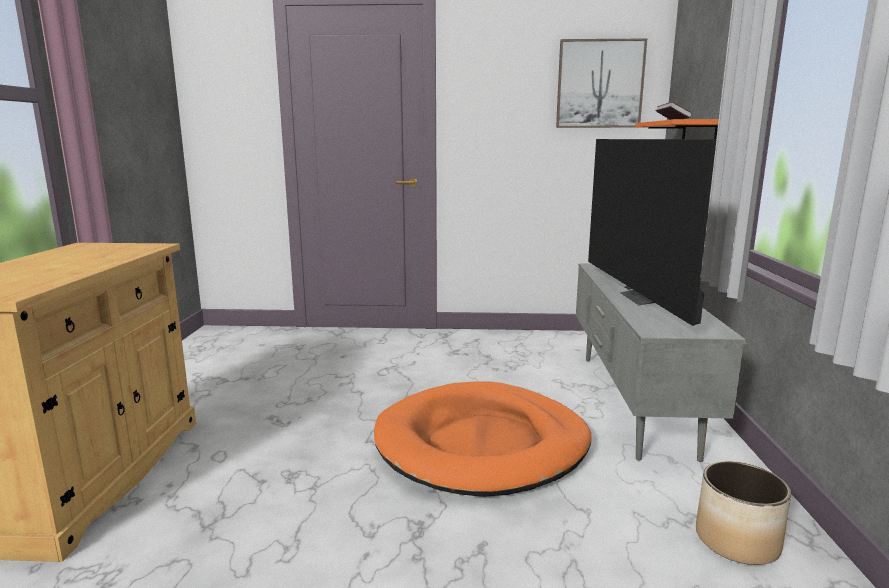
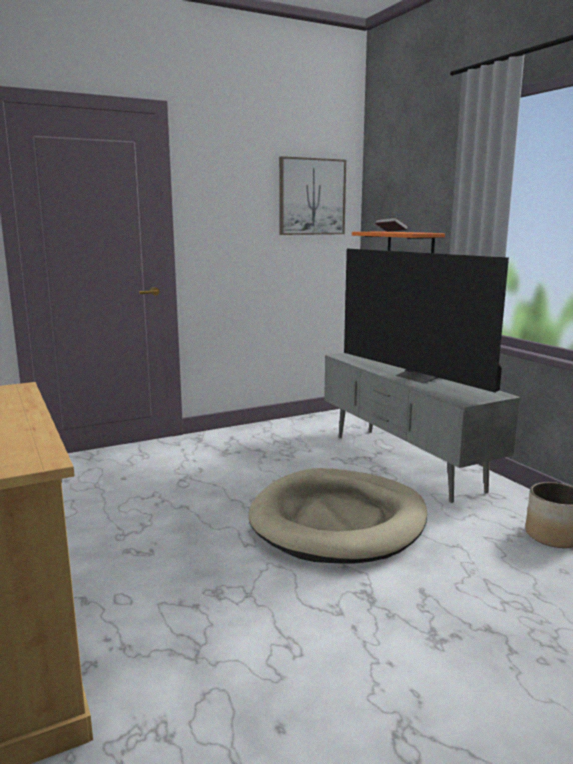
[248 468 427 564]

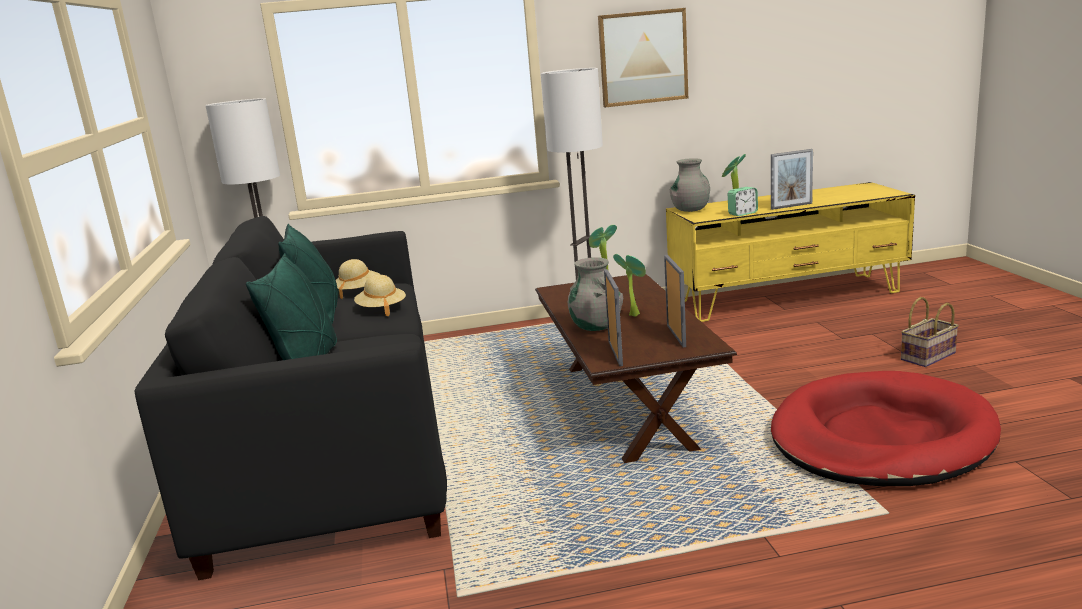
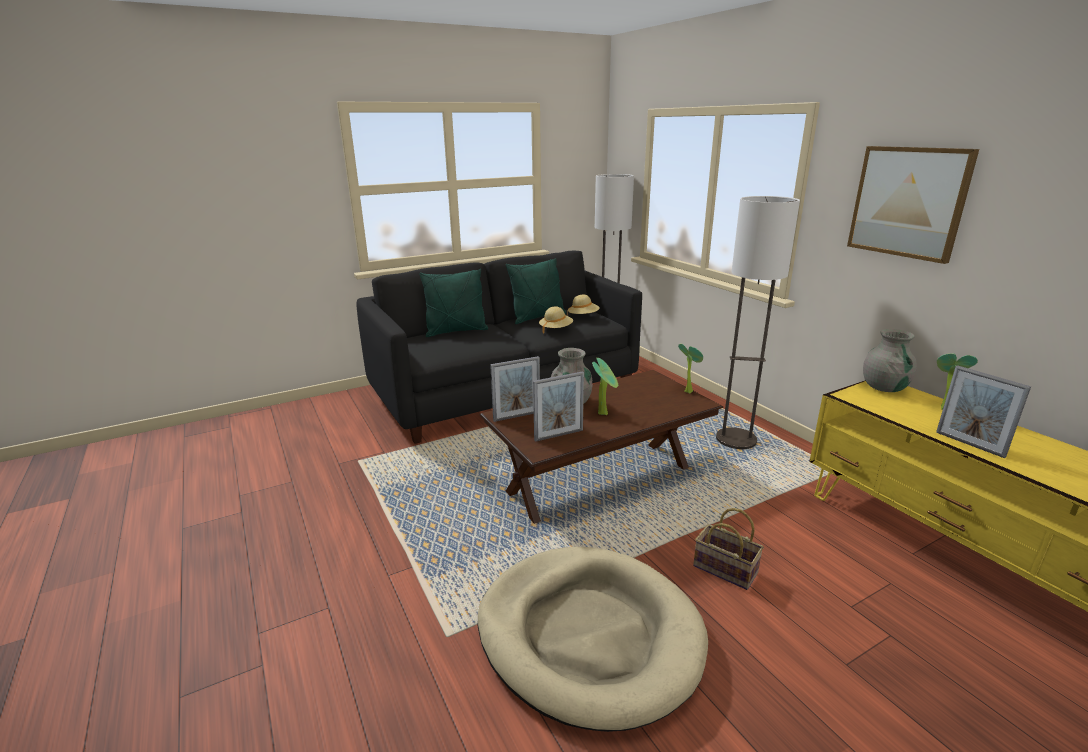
[478 547 708 732]
[693 508 764 590]
[728 187 758 216] (first image)

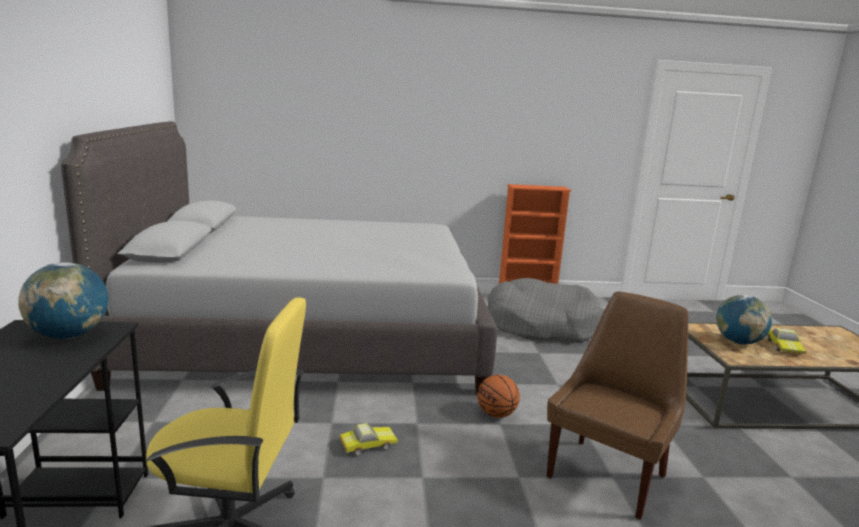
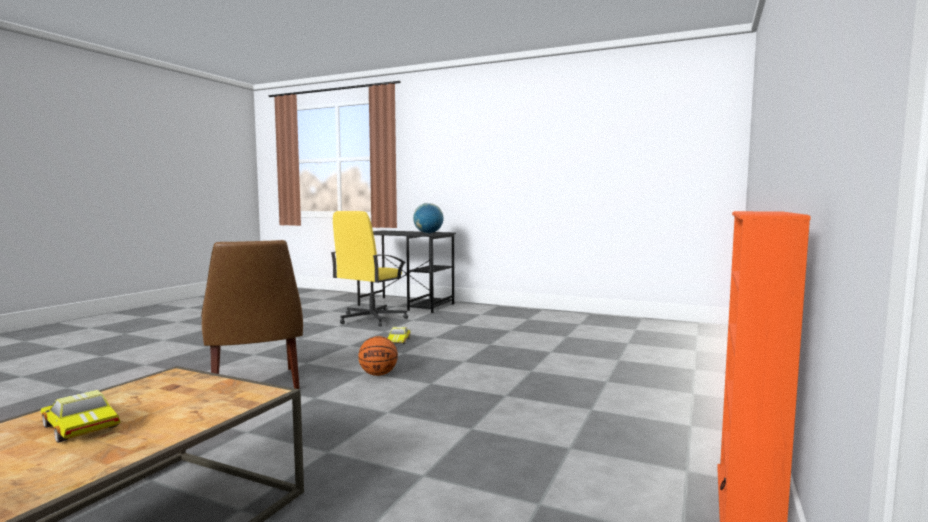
[61 121 497 394] (first image)
[487 278 603 343] (first image)
[716 295 772 344] (first image)

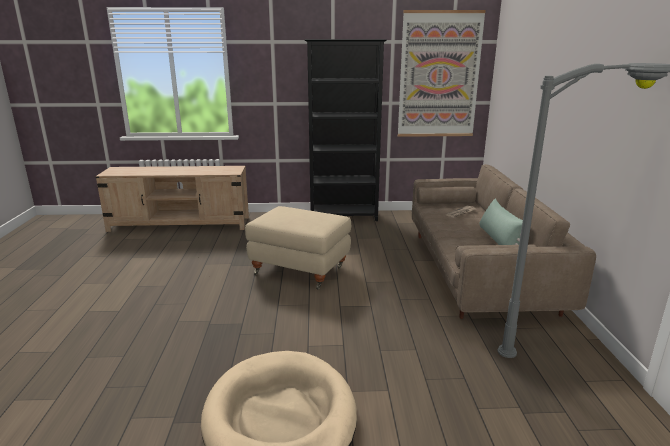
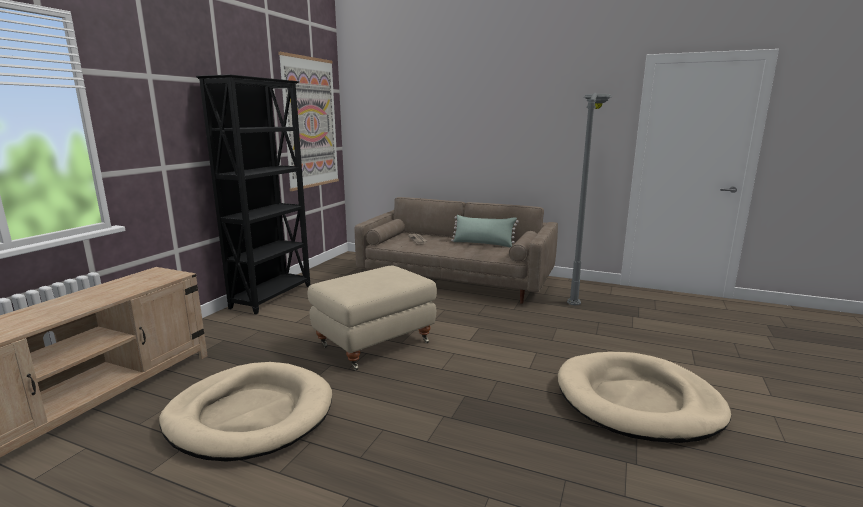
[159 362 332 462]

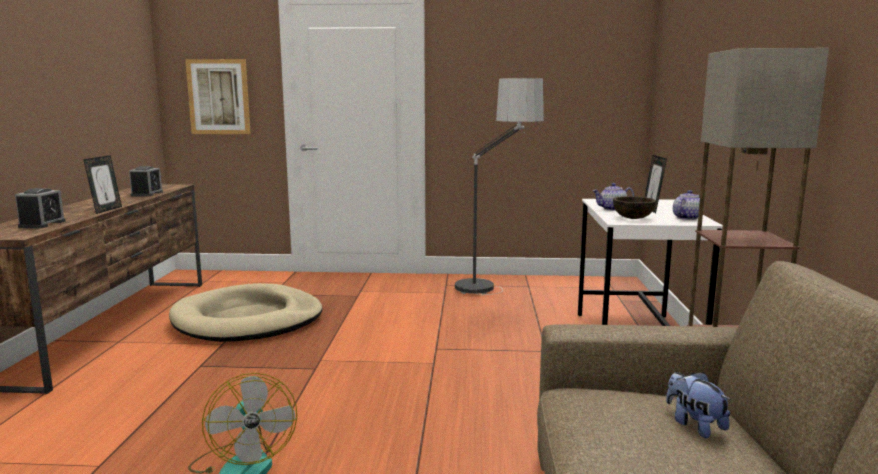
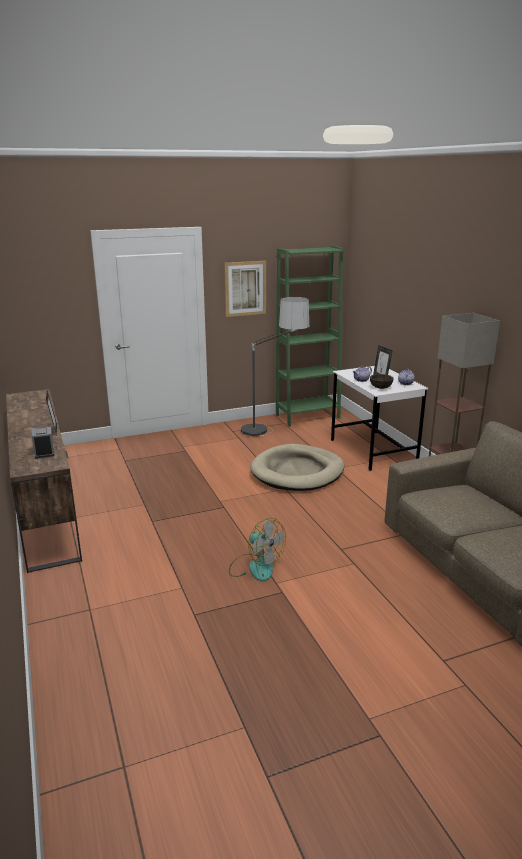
[224 261 266 317]
[250 444 344 491]
[276 245 344 427]
[129 166 163 197] (first image)
[666 372 731 438] (first image)

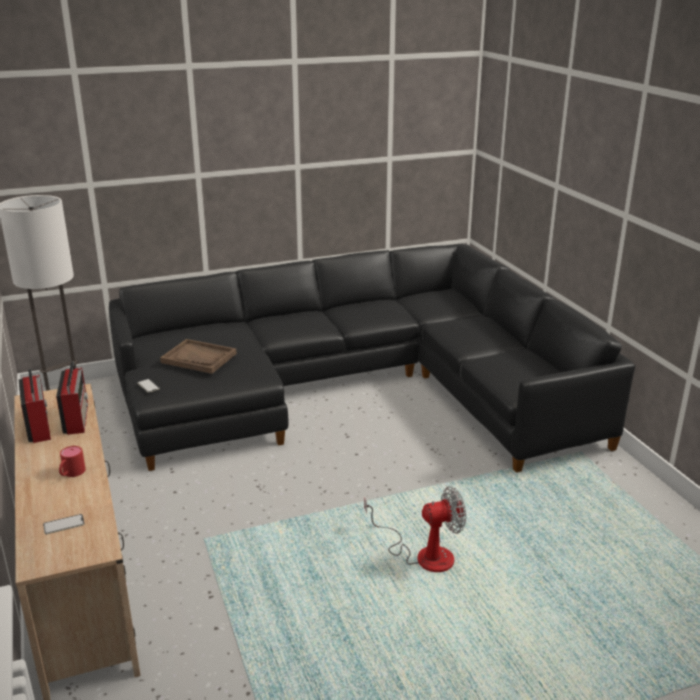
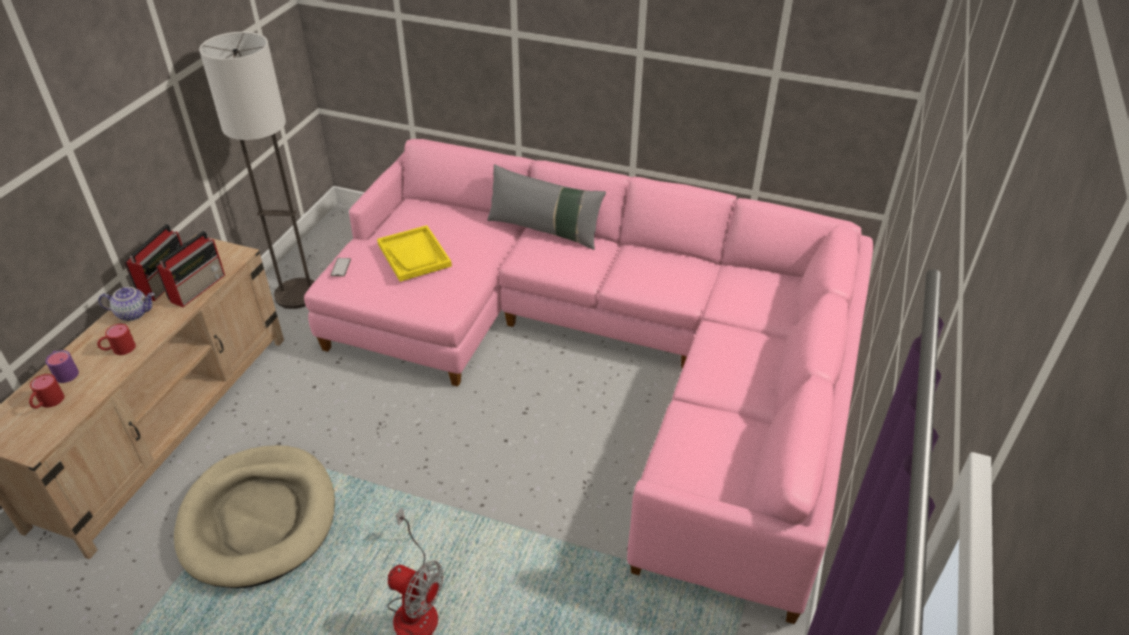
[29 374 64 409]
[46 350 79 383]
[99 287 155 321]
[174 445 335 588]
[304 139 873 624]
[377 225 452 282]
[487 164 606 250]

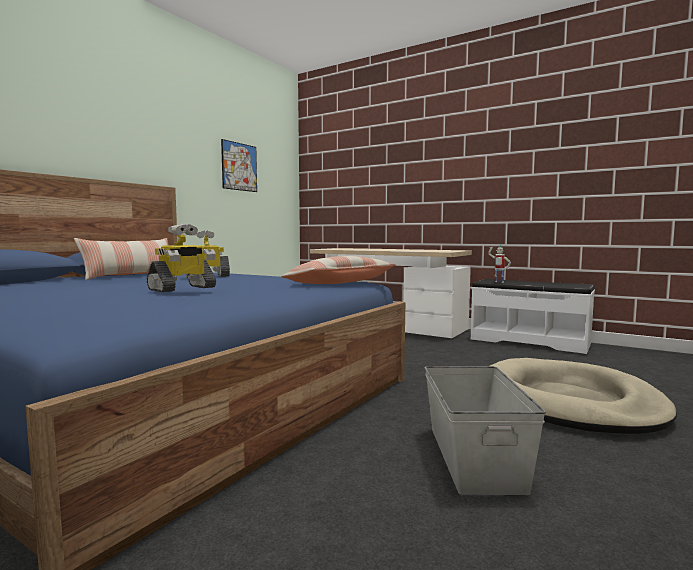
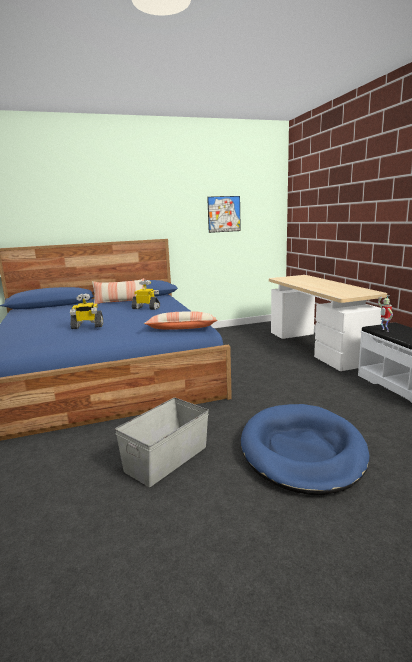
[241 404 370 495]

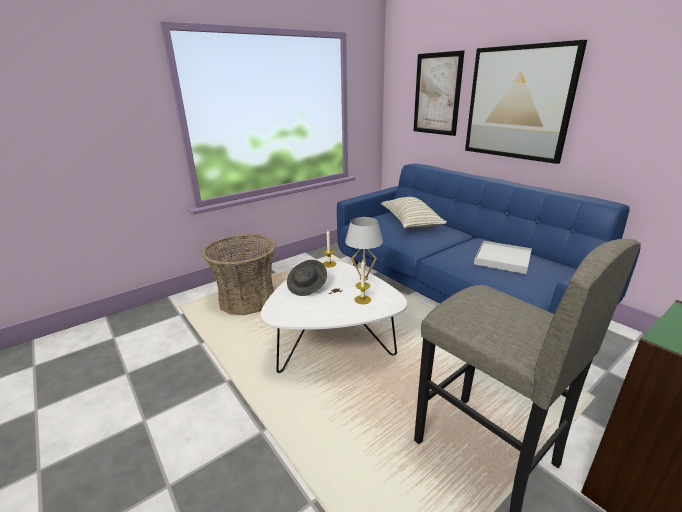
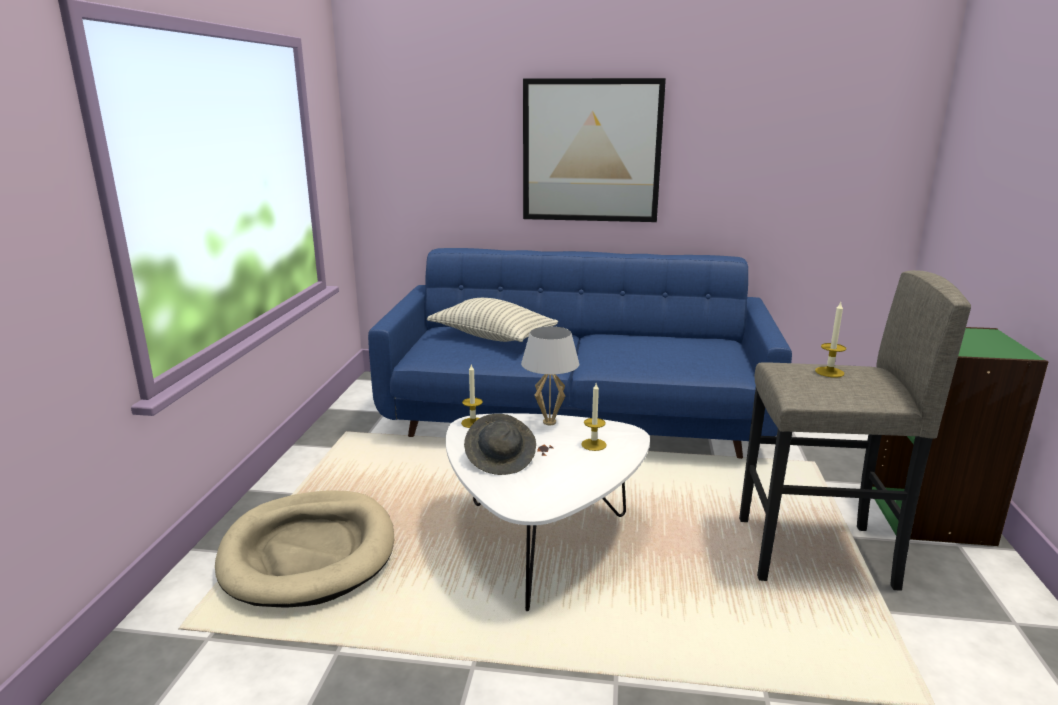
[215 490 394 608]
[815 302 846 377]
[414 50 465 136] (first image)
[474 241 532 274] (first image)

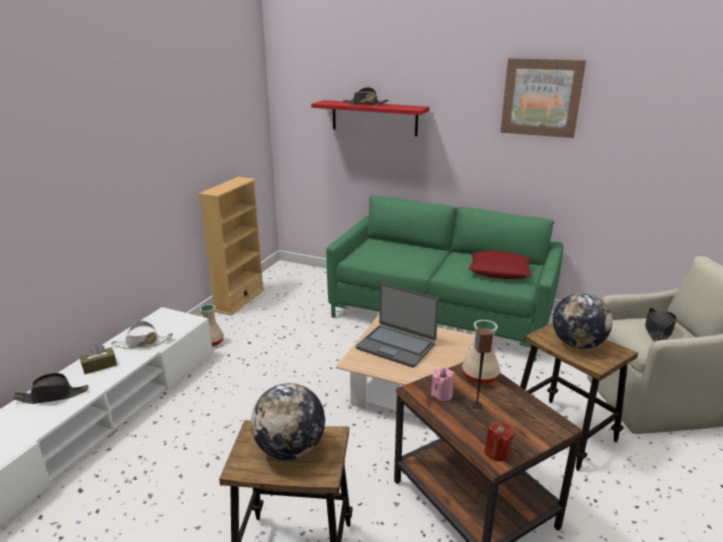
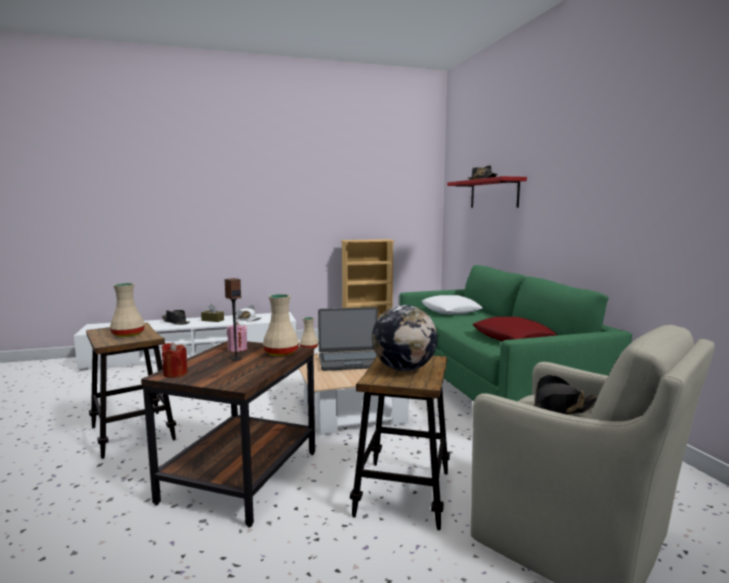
[110 283 145 337]
[318 307 378 371]
[422 295 483 314]
[500 58 586 138] (first image)

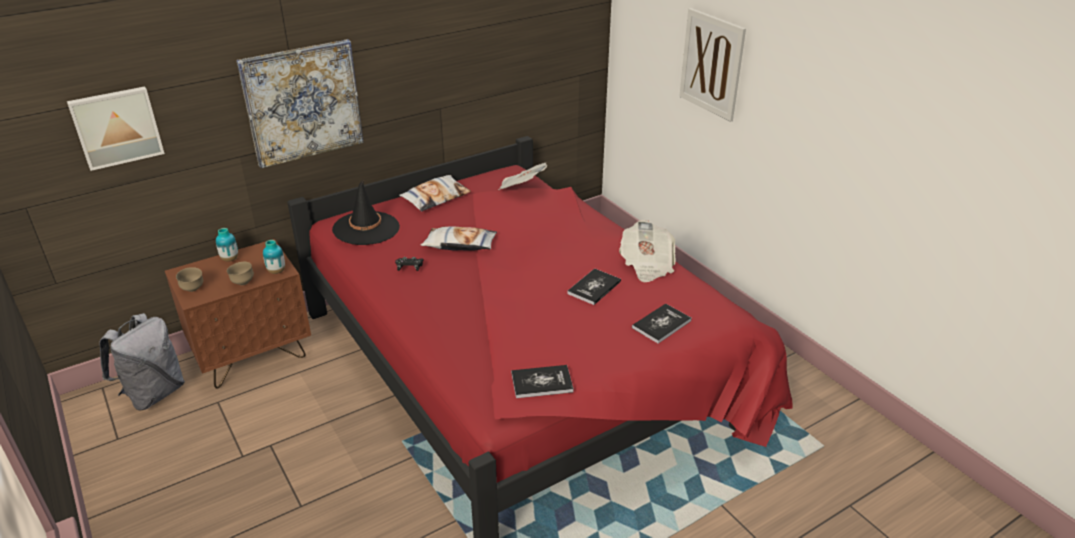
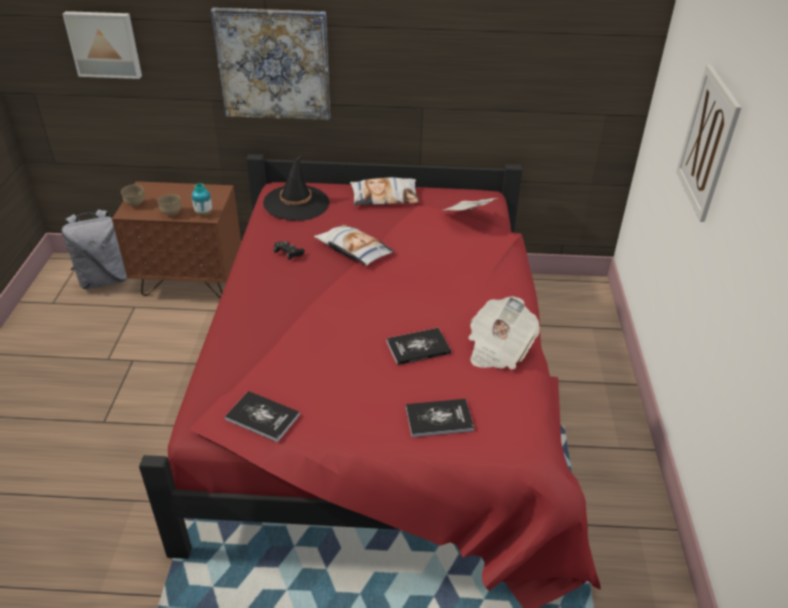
[216 228 238 262] (first image)

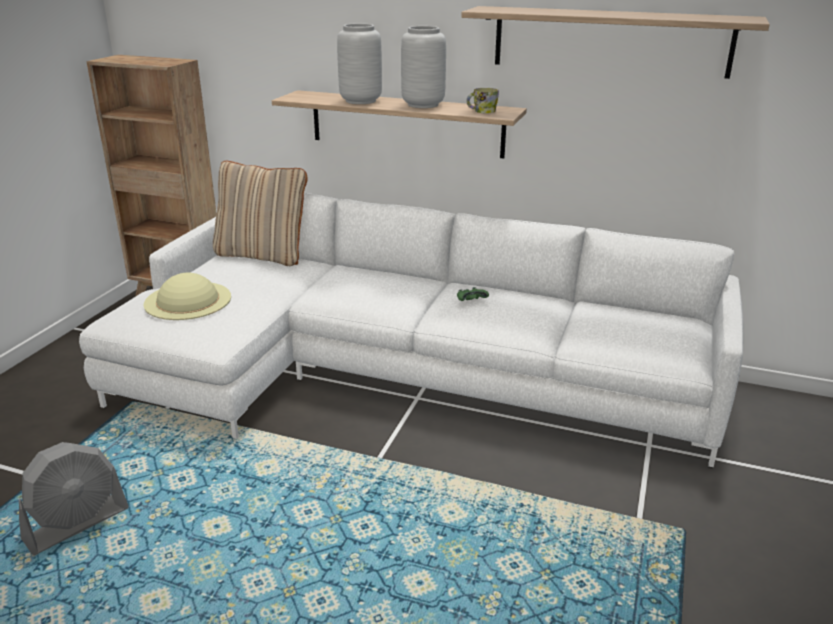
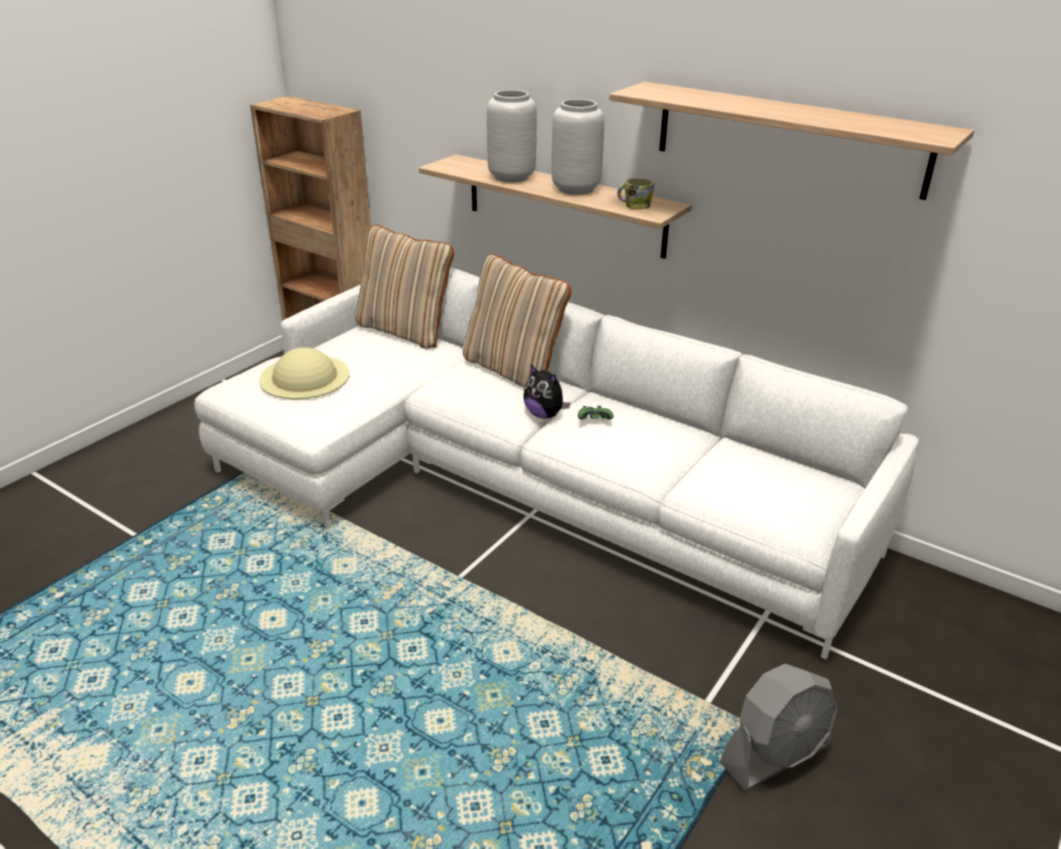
[463 253 571 389]
[523 365 570 419]
[720 664 838 791]

